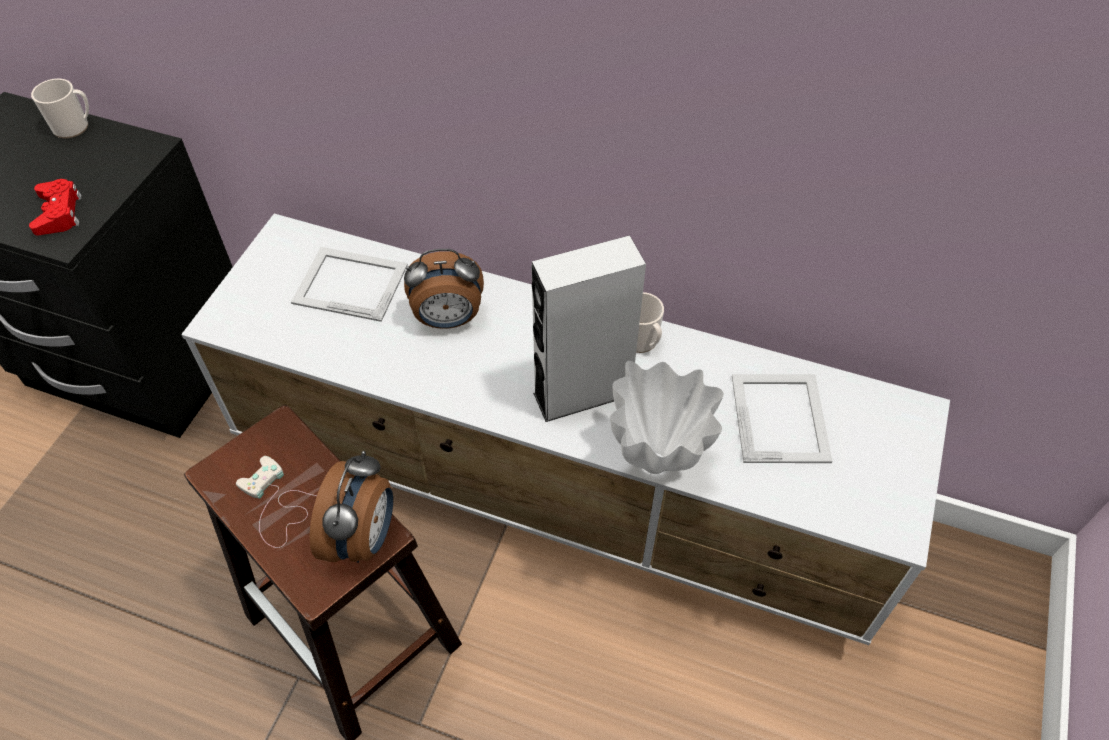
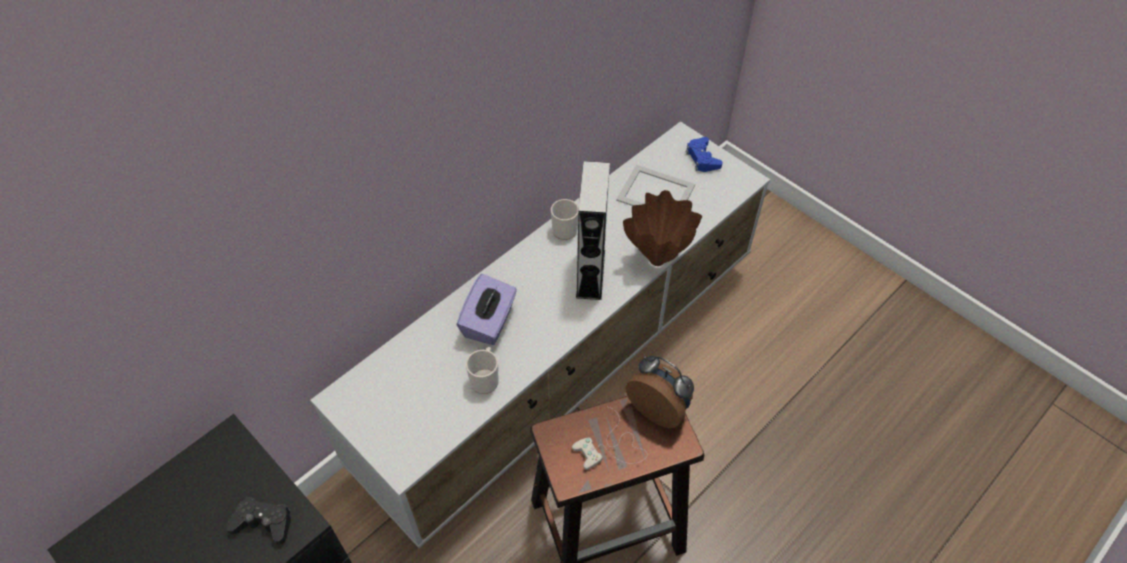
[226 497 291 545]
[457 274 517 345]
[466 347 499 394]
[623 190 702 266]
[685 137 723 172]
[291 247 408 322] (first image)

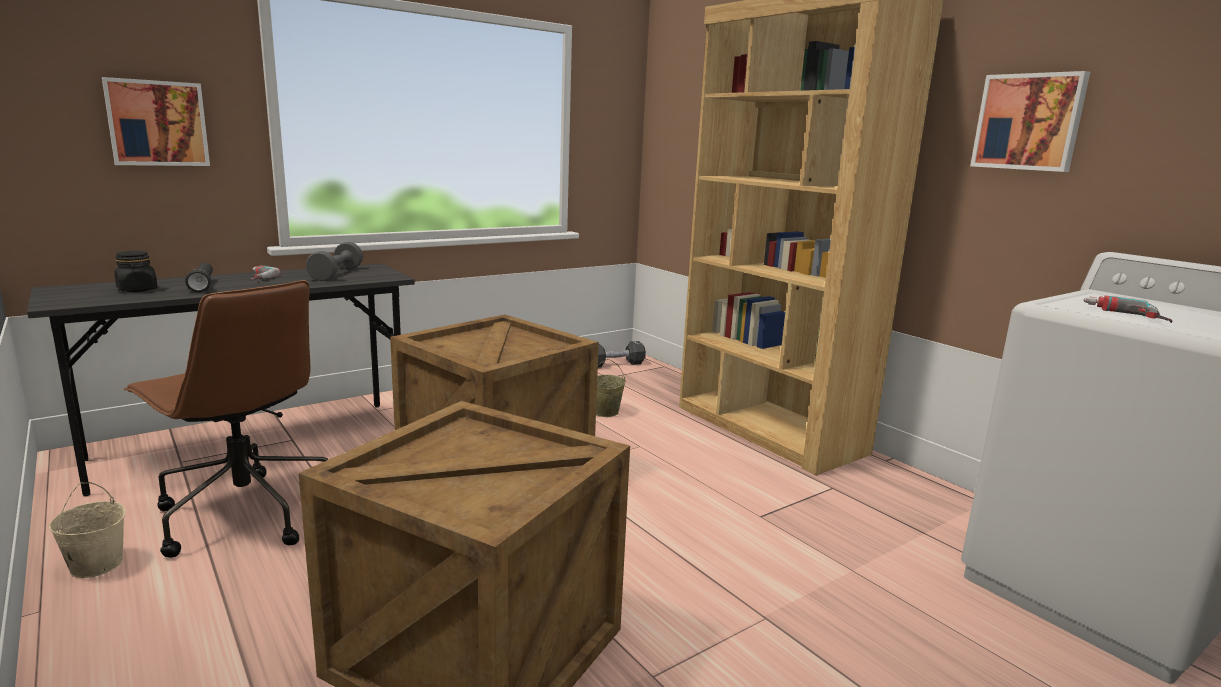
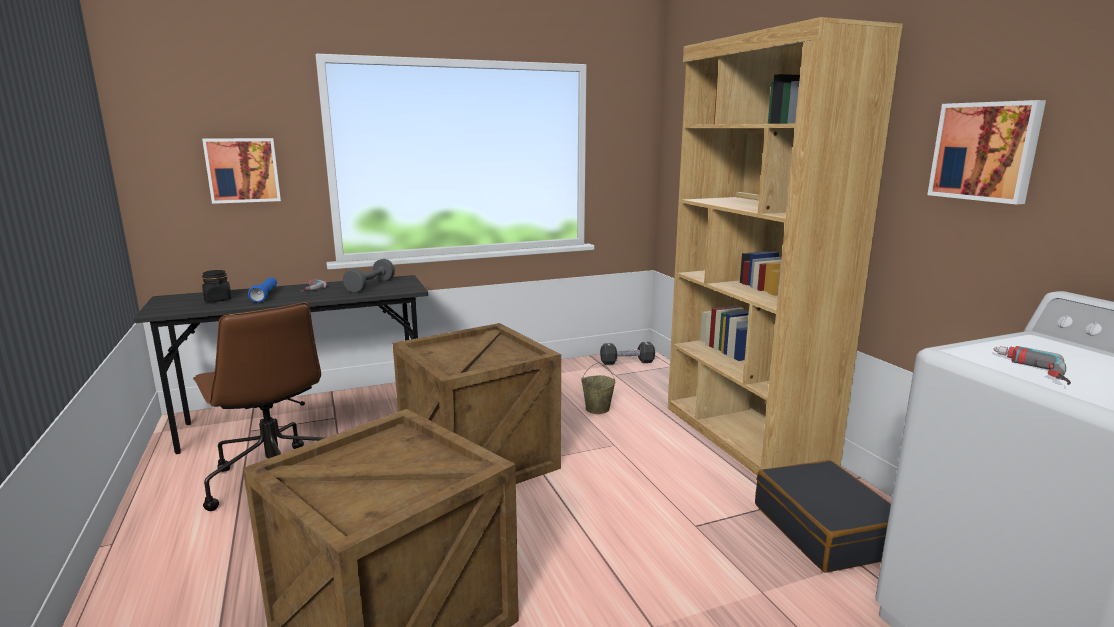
[248 277 277 303]
[755 460 891 573]
[49 482 126 578] (first image)

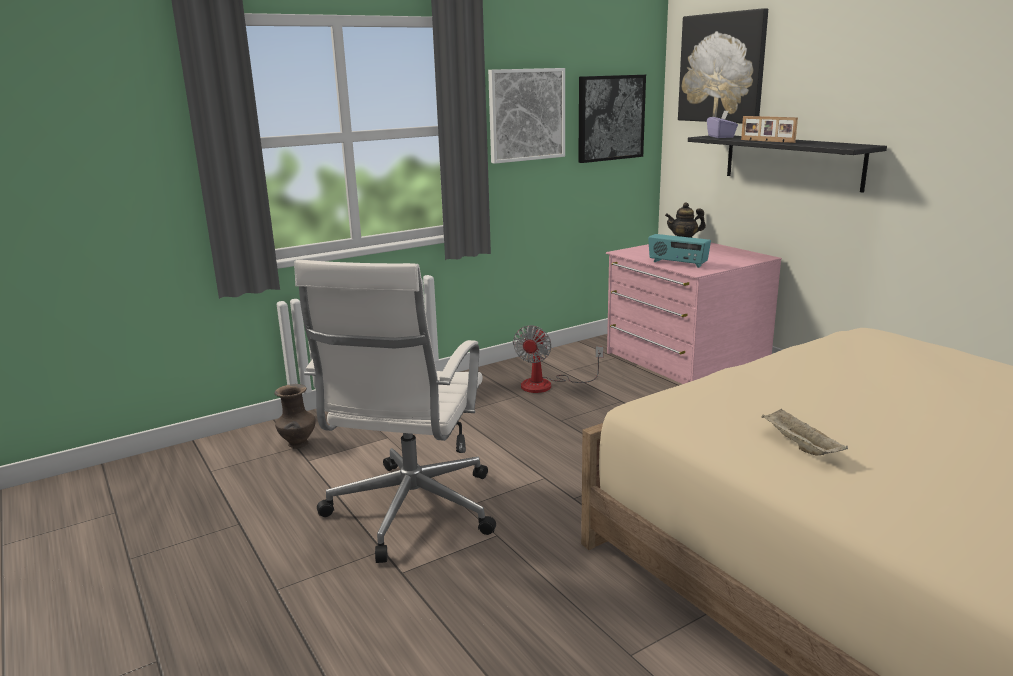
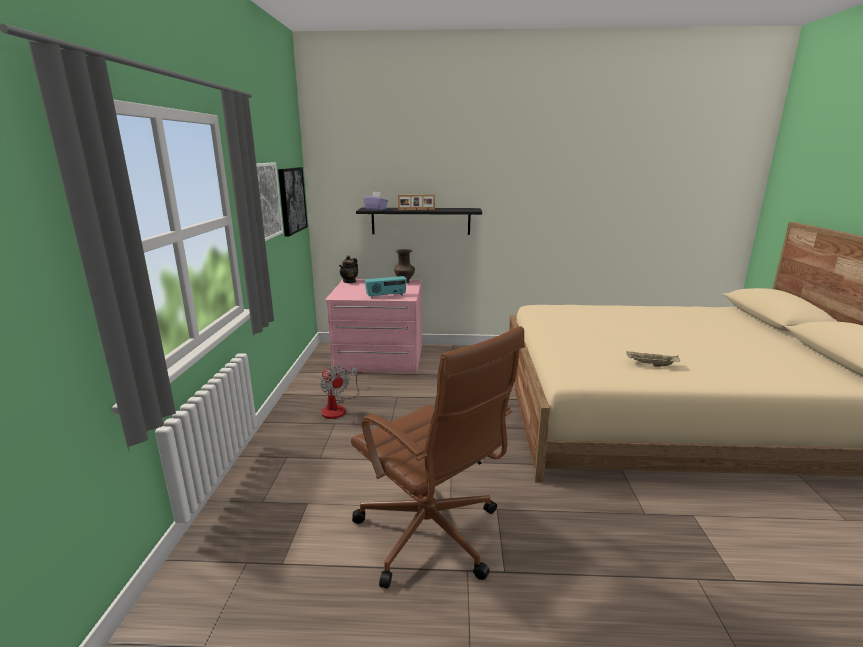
[351 326 525 589]
[394 249 415 283]
[678 8 768 123] (first image)

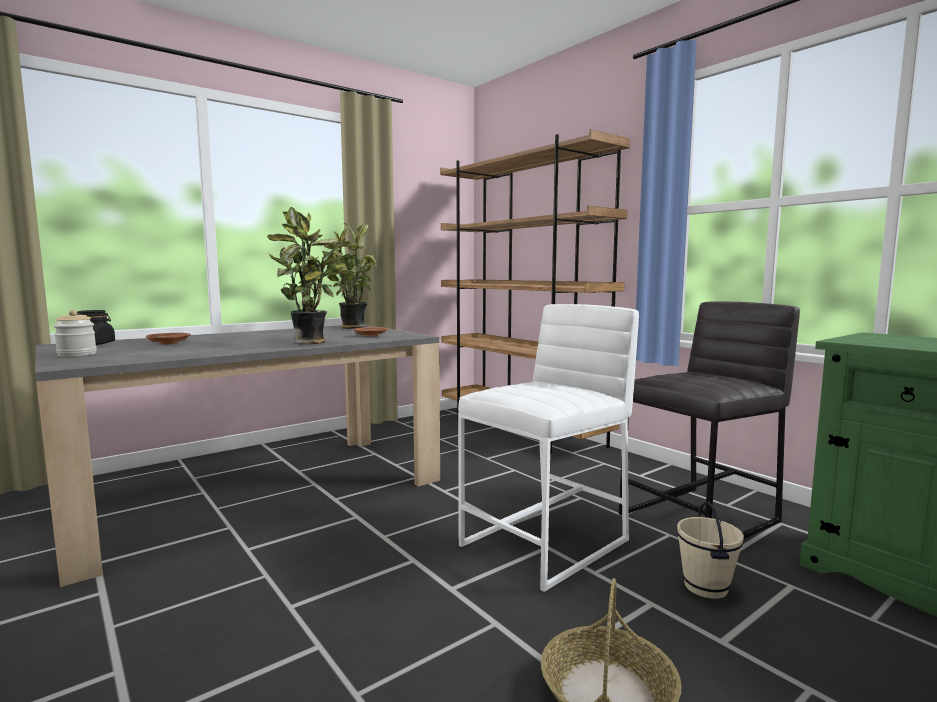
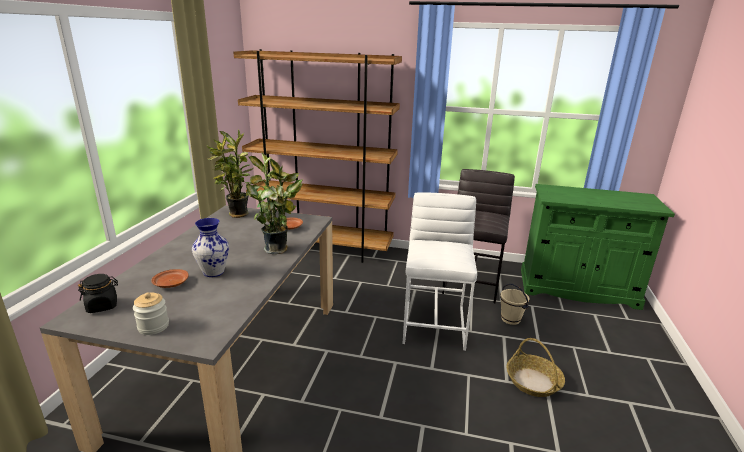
[192 218 229 277]

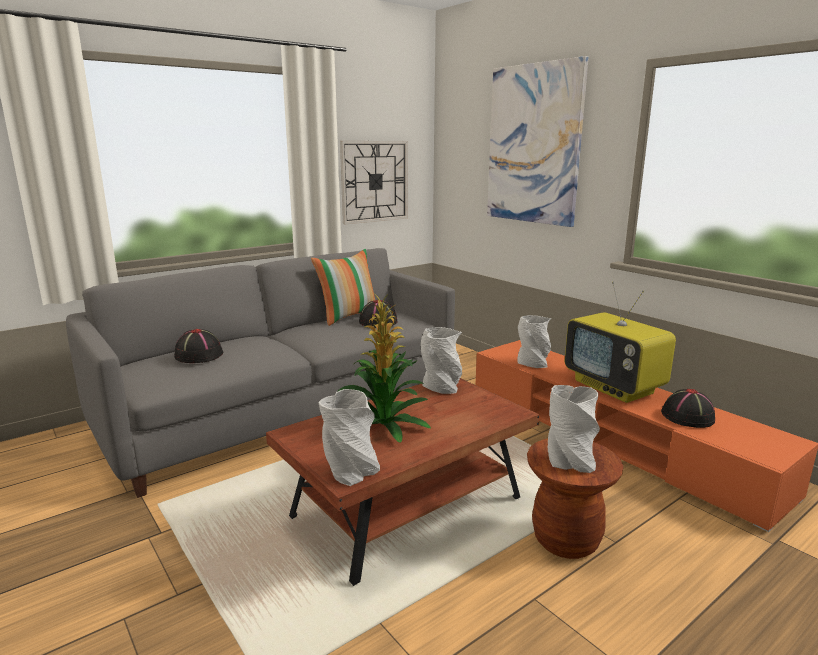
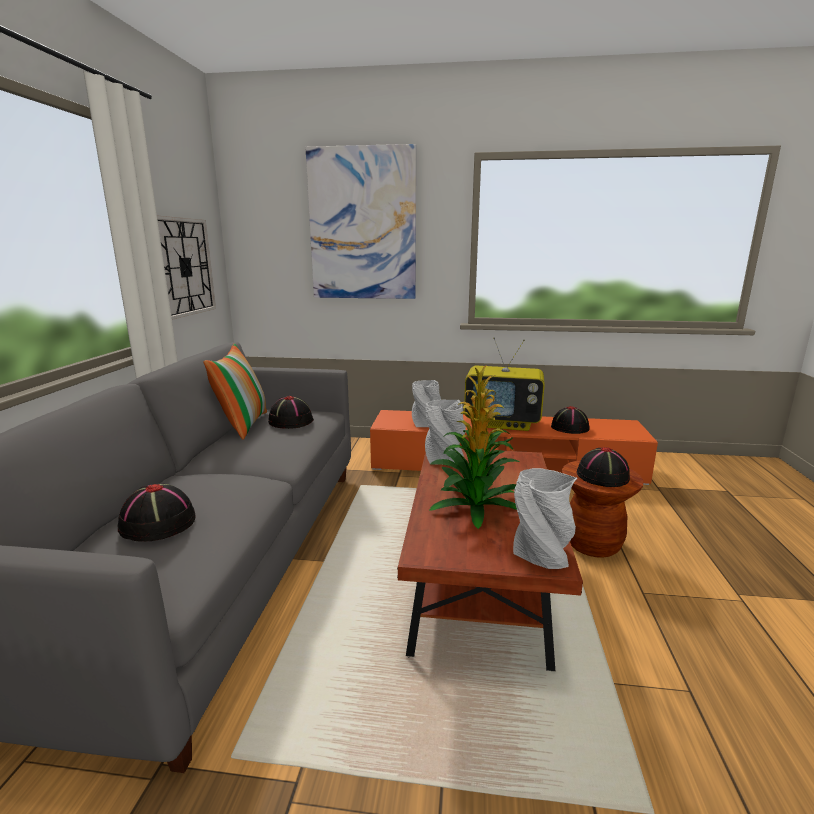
[576 447 630 487]

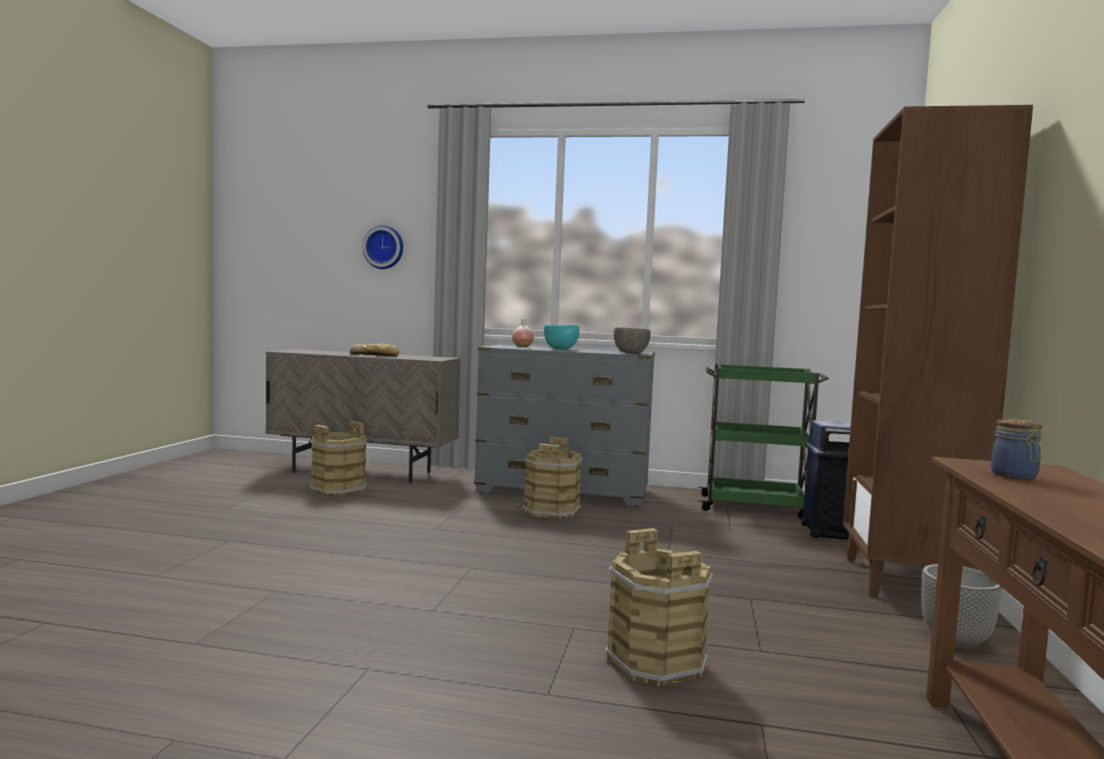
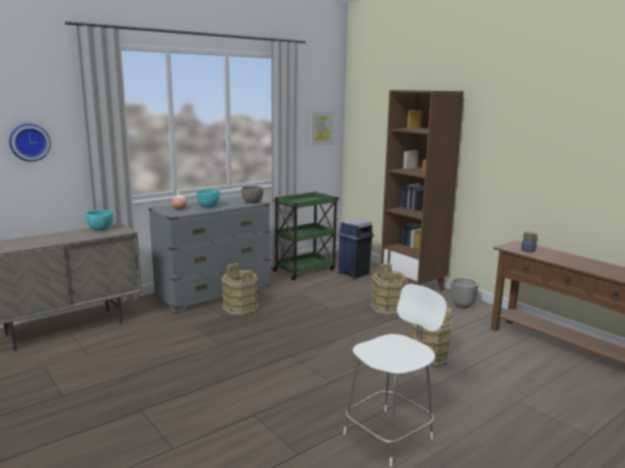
[86 210 113 230]
[310 111 334 146]
[343 284 447 466]
[370 263 408 316]
[350 343 399 356] (first image)

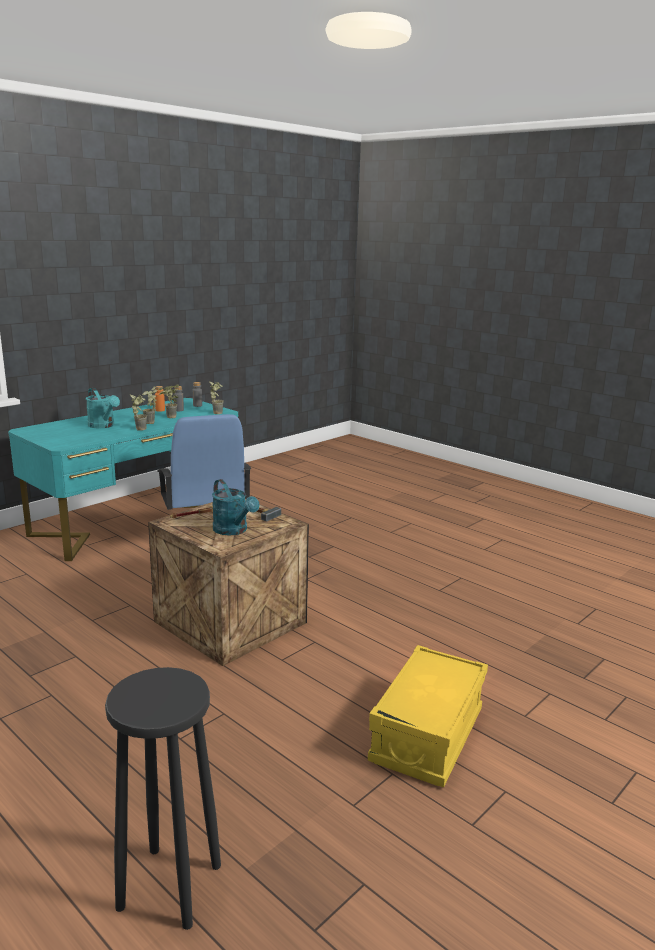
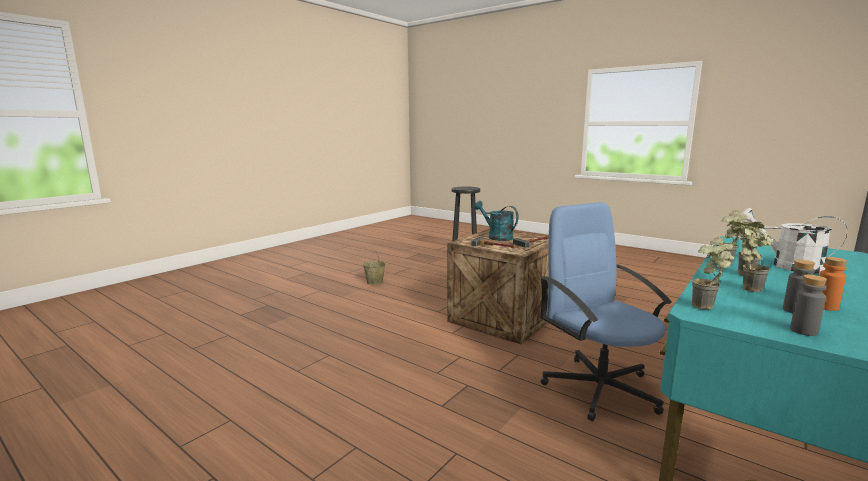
[363 251 386 285]
[739 208 848 274]

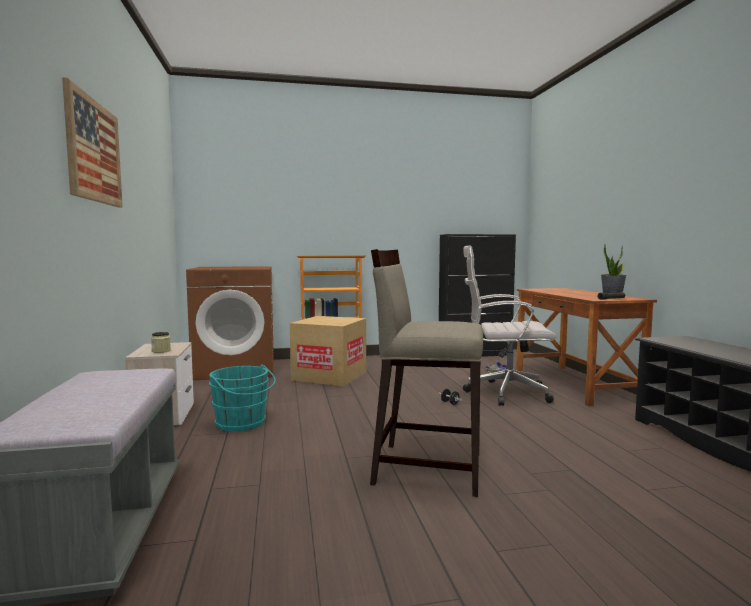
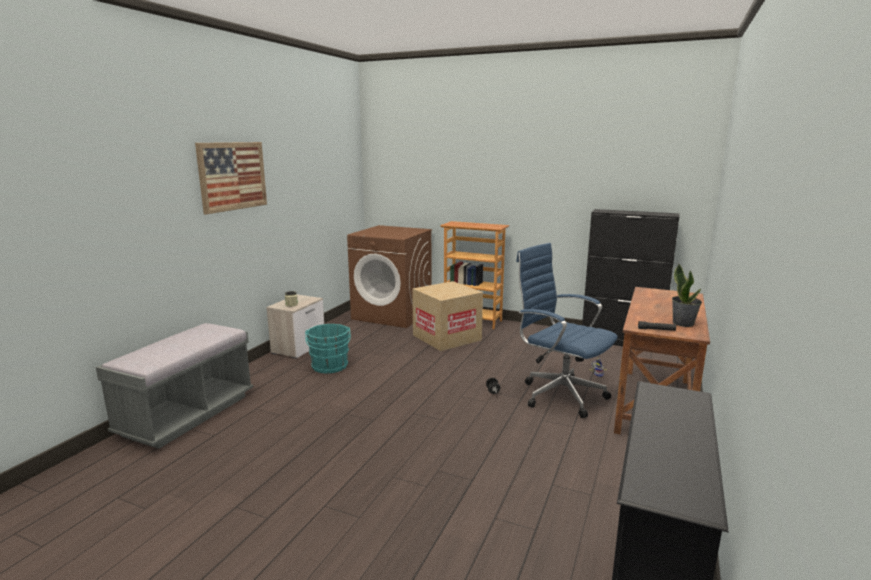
[516 243 618 418]
[370 249 483 497] (first image)

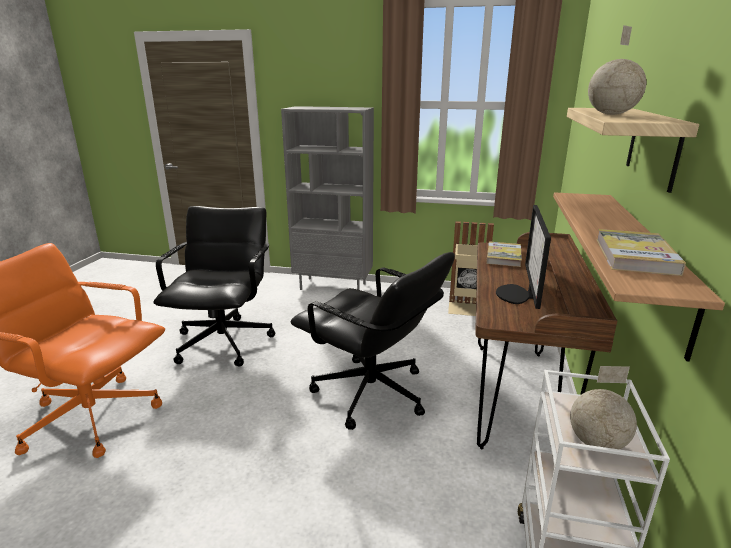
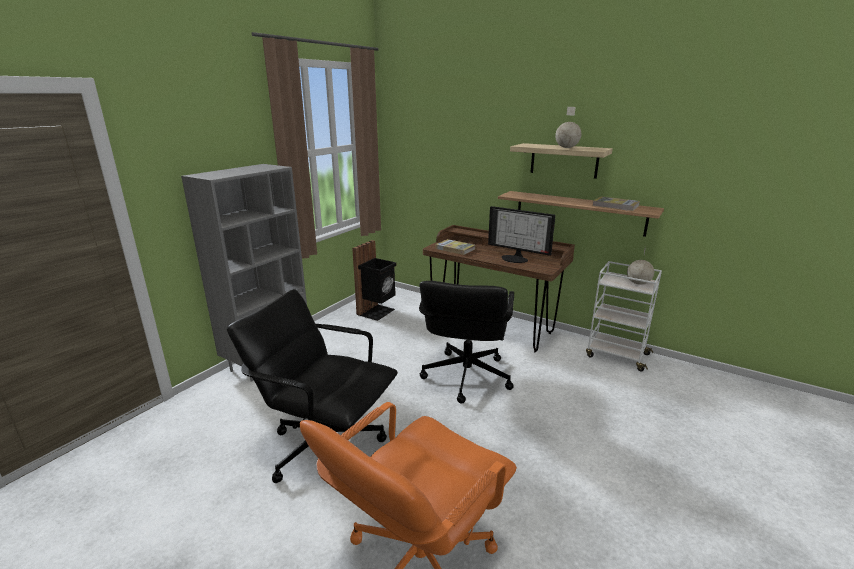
[352 240 396 321]
[419 281 514 403]

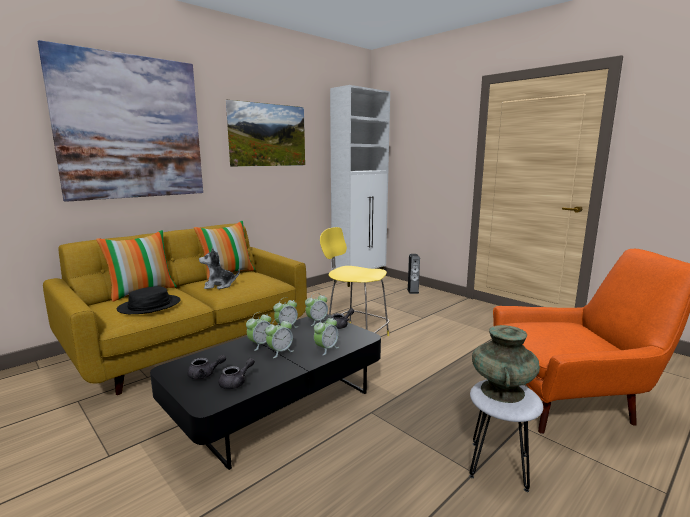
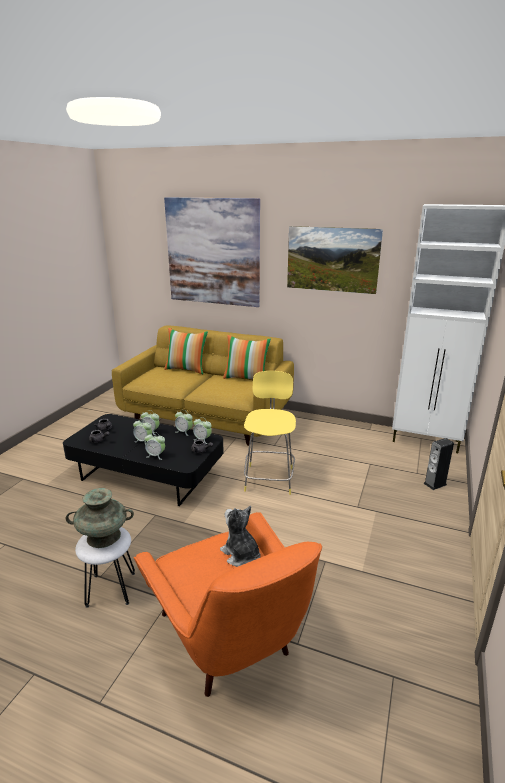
[220 506 261 567]
[117 286 180 314] (first image)

